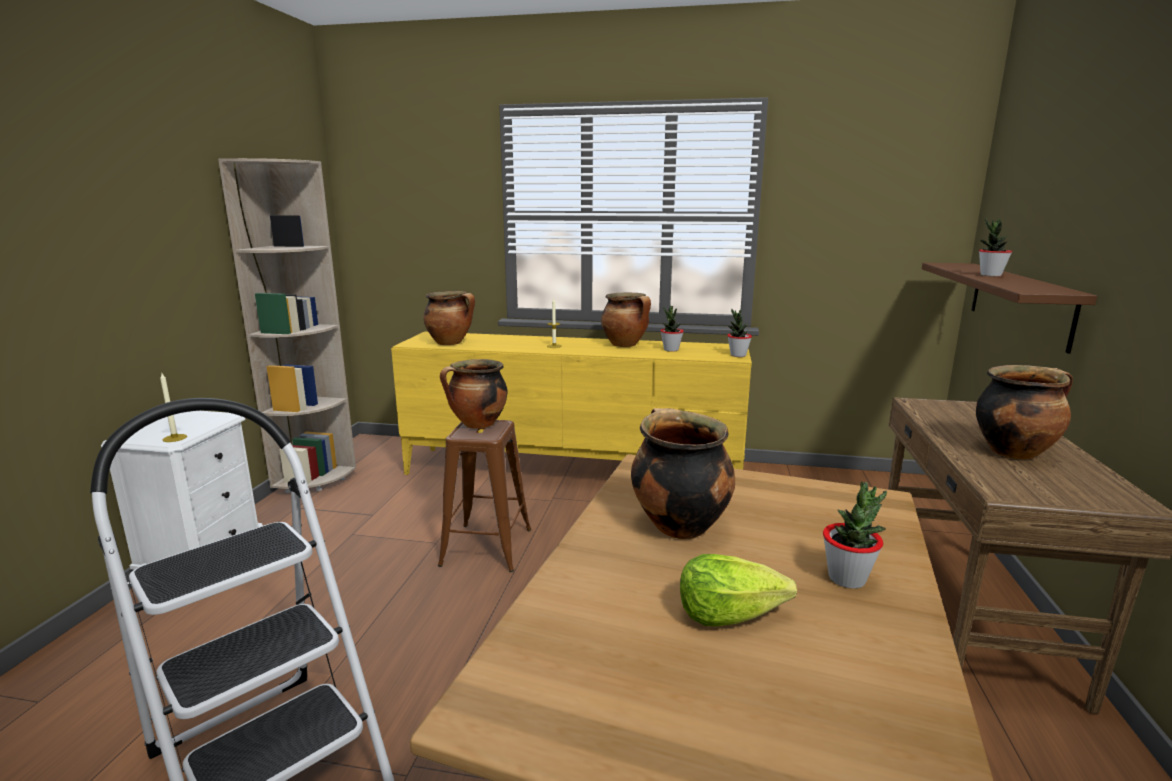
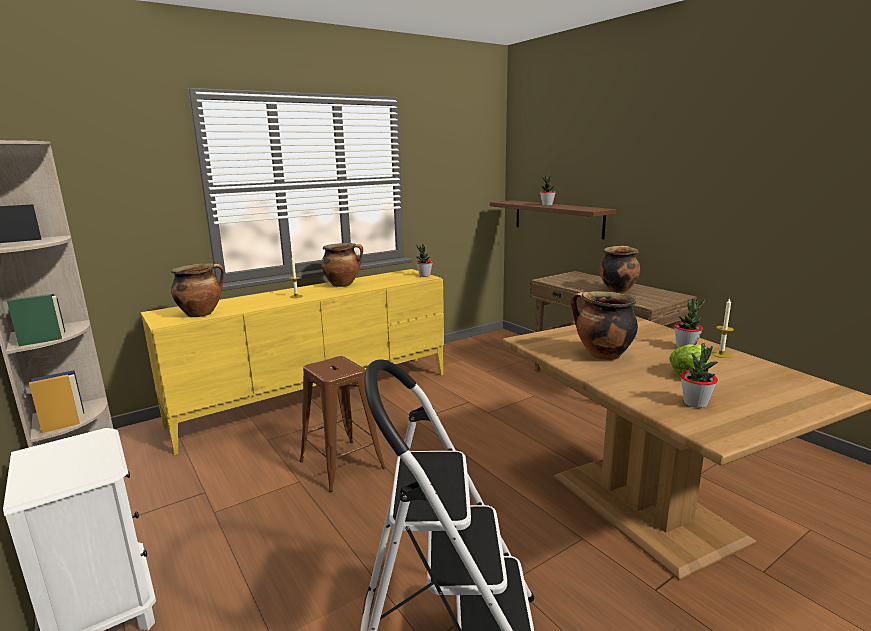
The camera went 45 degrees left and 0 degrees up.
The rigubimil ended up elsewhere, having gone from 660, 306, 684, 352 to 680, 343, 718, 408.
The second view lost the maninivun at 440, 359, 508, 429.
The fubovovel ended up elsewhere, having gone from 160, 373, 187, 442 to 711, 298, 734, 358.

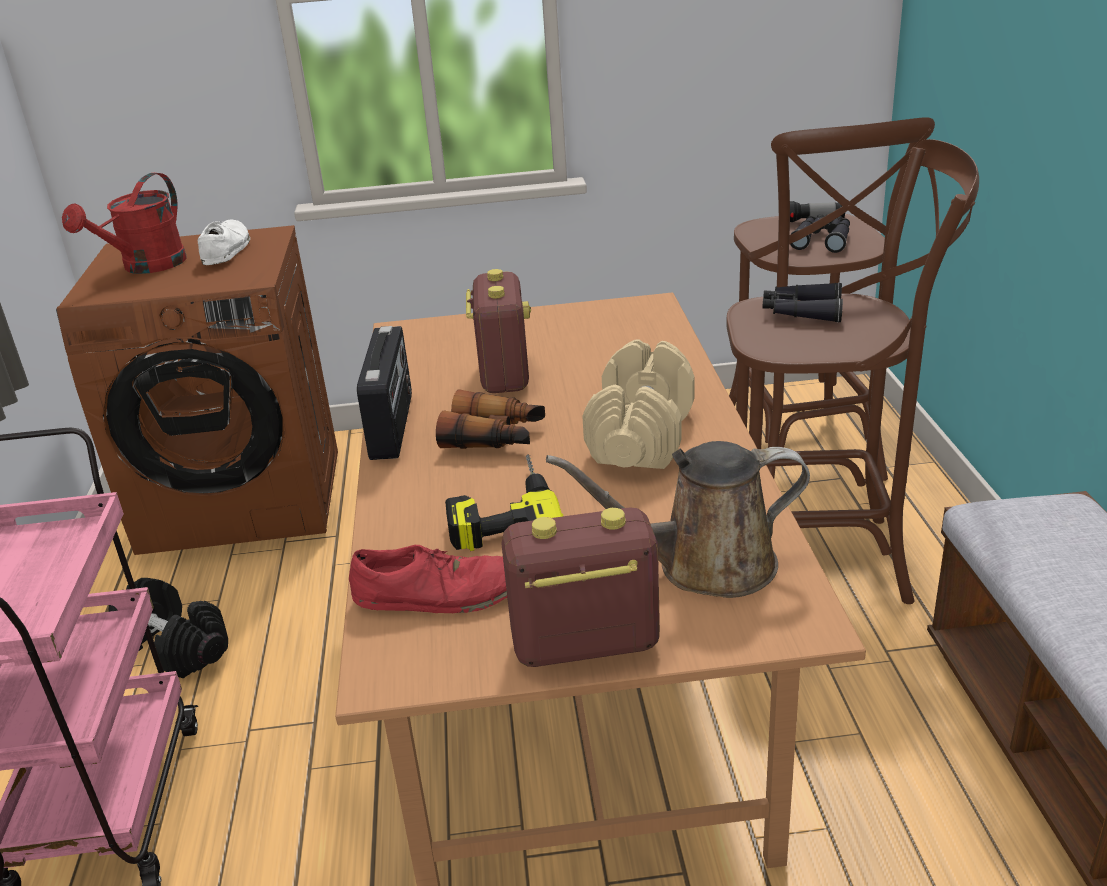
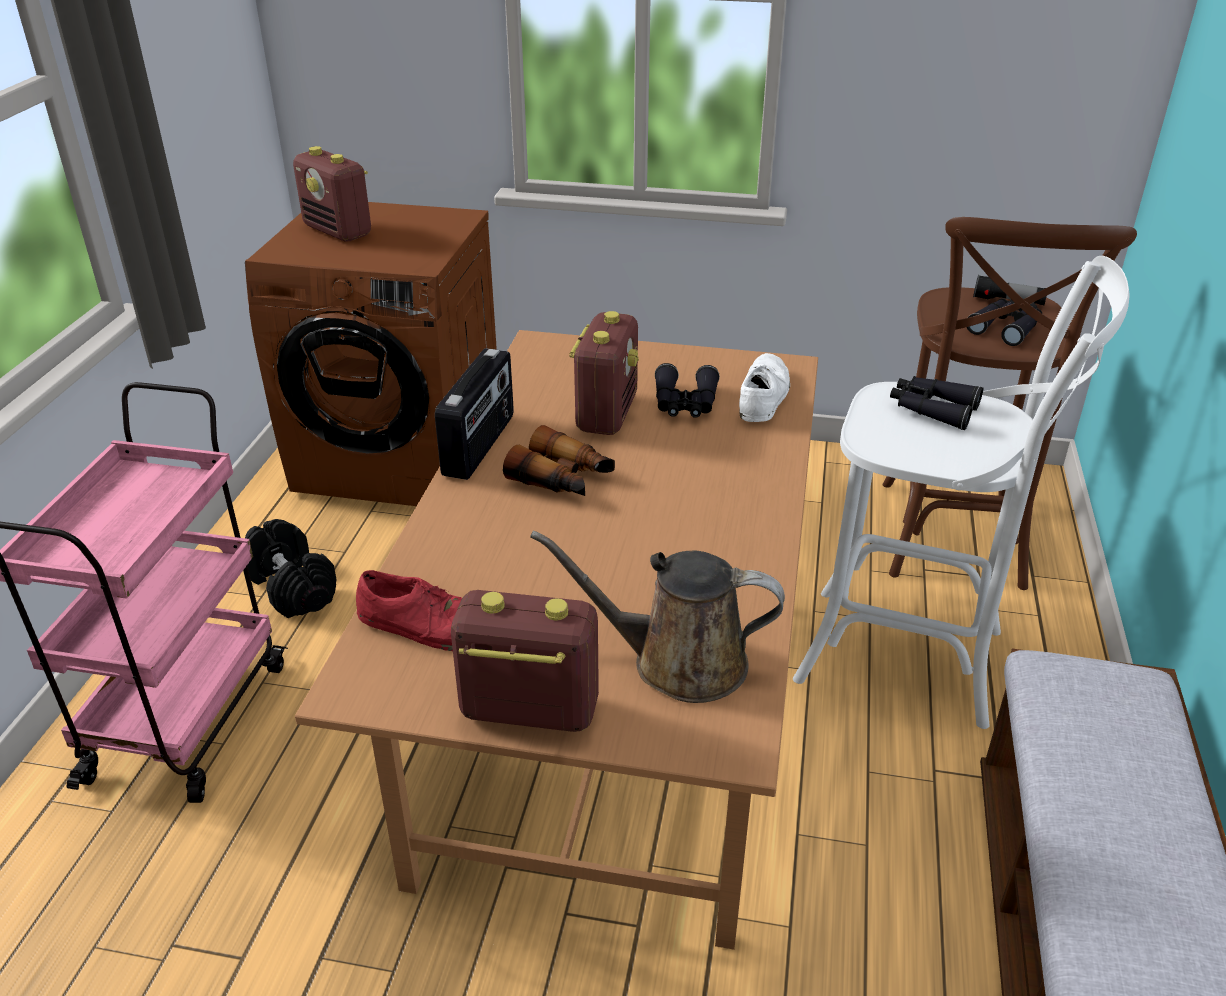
The camera went 15 degrees right and 5 degrees up.
What was the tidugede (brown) at 727, 139, 979, 604 turned into the tidugede (white) at 793, 256, 1129, 729.
Where the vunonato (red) stood at 62, 173, 187, 274, the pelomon came to stand at 293, 146, 371, 241.
The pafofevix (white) ended up elsewhere, having gone from 198, 220, 250, 265 to 739, 353, 790, 422.
The second view lost the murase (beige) at 582, 340, 694, 469.
The second view lost the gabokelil at 445, 455, 563, 551.
The second view gained the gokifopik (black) at 655, 363, 720, 418.

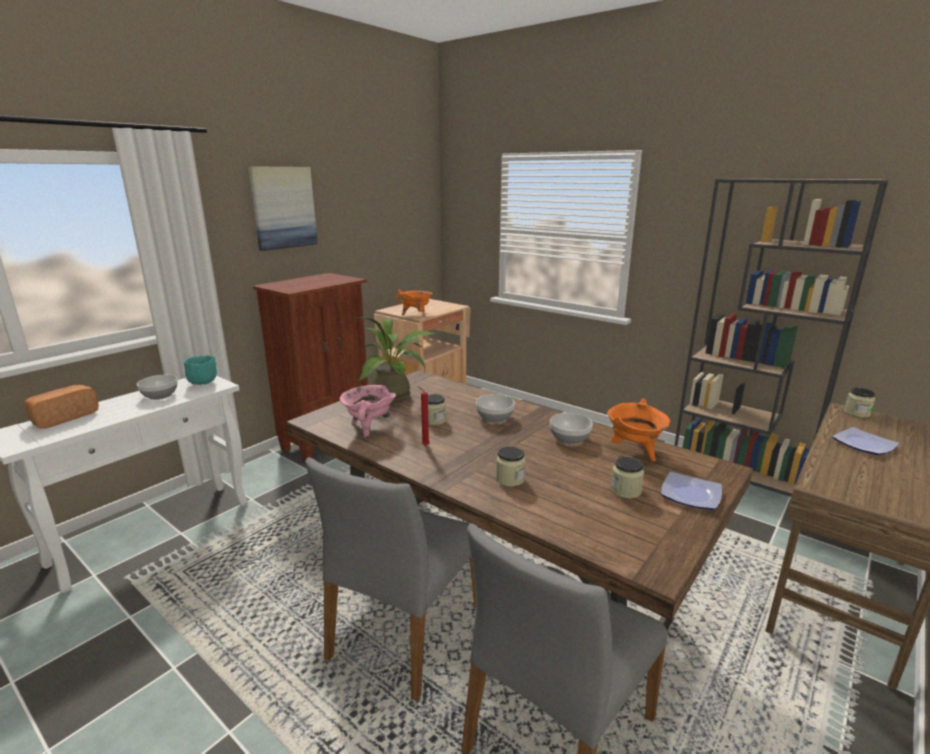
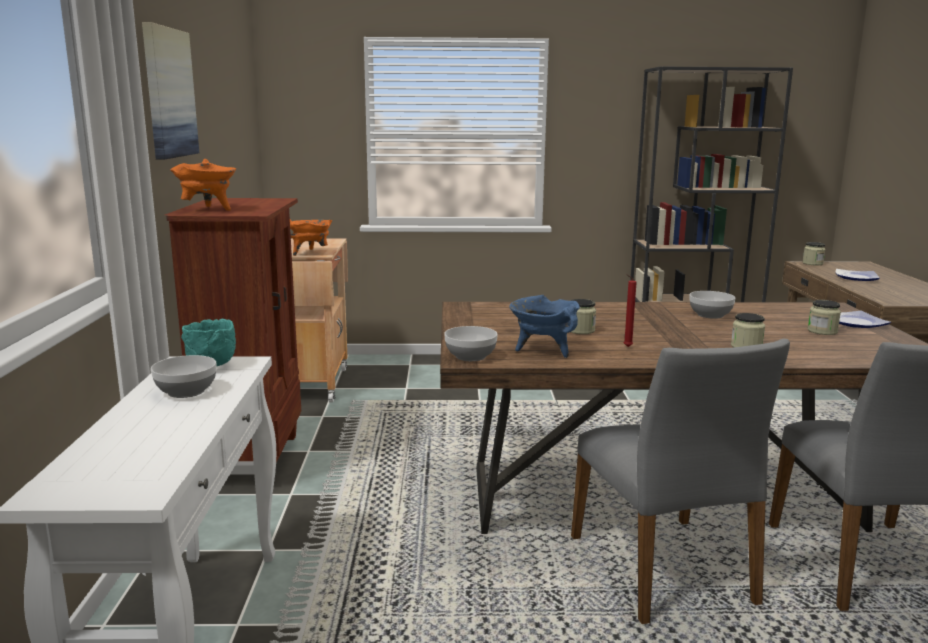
The camera went 40 degrees left and 5 degrees down.
The second view lost the rigubimil at 354, 317, 436, 403.
The second view lost the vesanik at 24, 385, 99, 429.
What was the maninivun (pink) at 340, 385, 396, 440 turned into the maninivun (blue) at 509, 295, 580, 358.
The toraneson ended up elsewhere, having gone from 476, 394, 515, 423 to 444, 326, 498, 361.
The maninivun (orange) ended up elsewhere, having gone from 607, 399, 670, 462 to 171, 159, 236, 211.

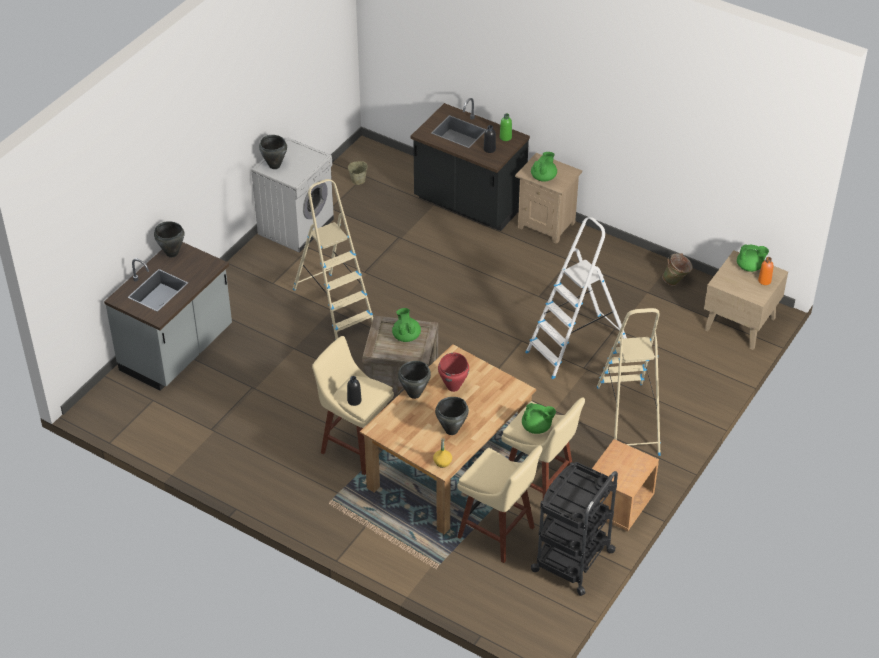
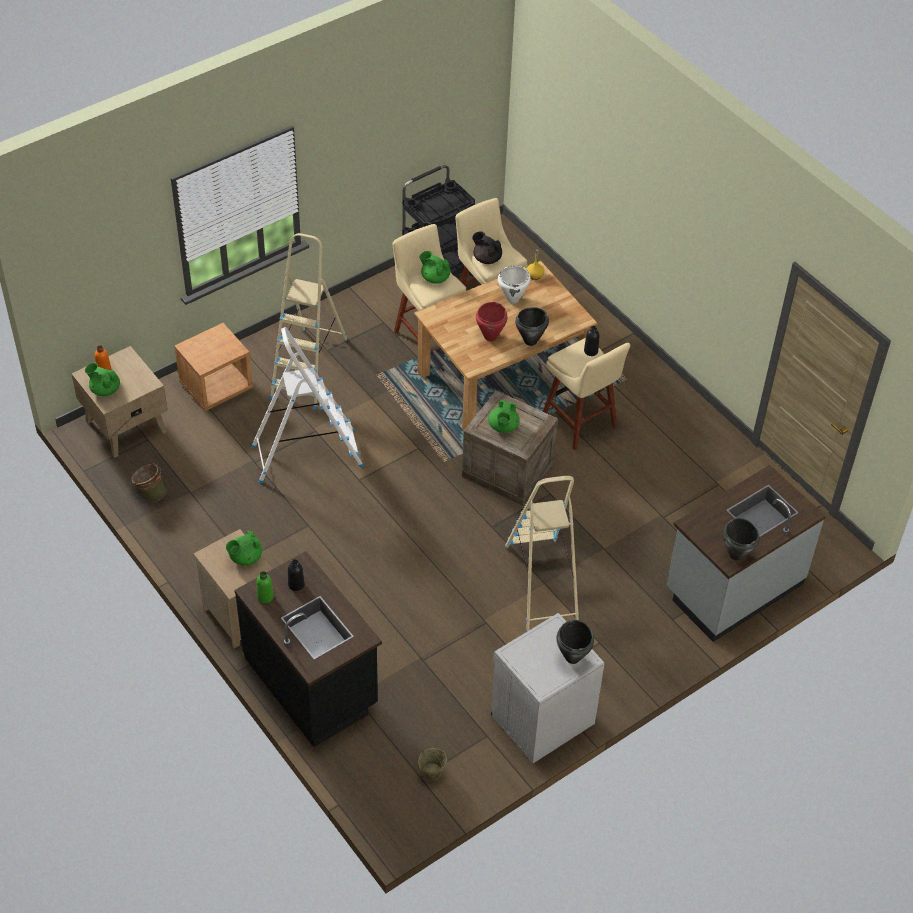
The camera went 160 degrees left and 5 degrees up.
What was the maninivun (black) at 435, 397, 469, 435 turned into the maninivun (white) at 498, 266, 531, 303.
The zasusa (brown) ended up elsewhere, having gone from 592, 439, 659, 531 to 174, 323, 253, 411.
The second view gained the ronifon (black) at 472, 232, 502, 264.

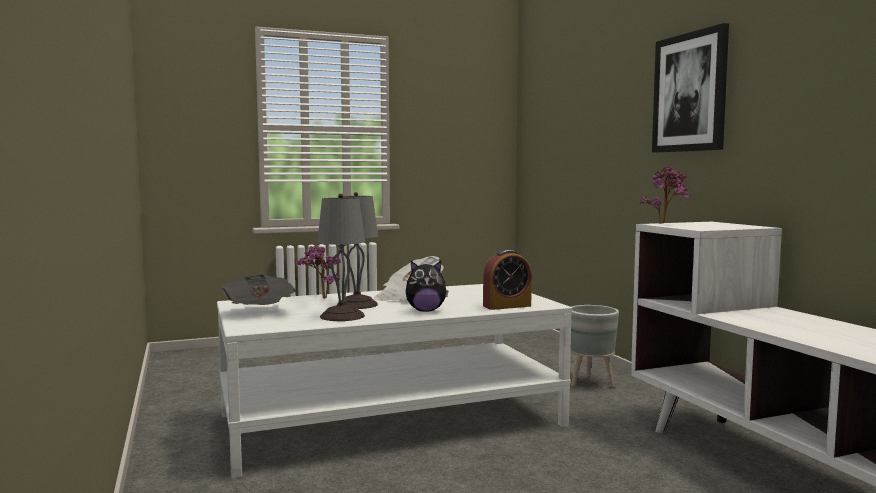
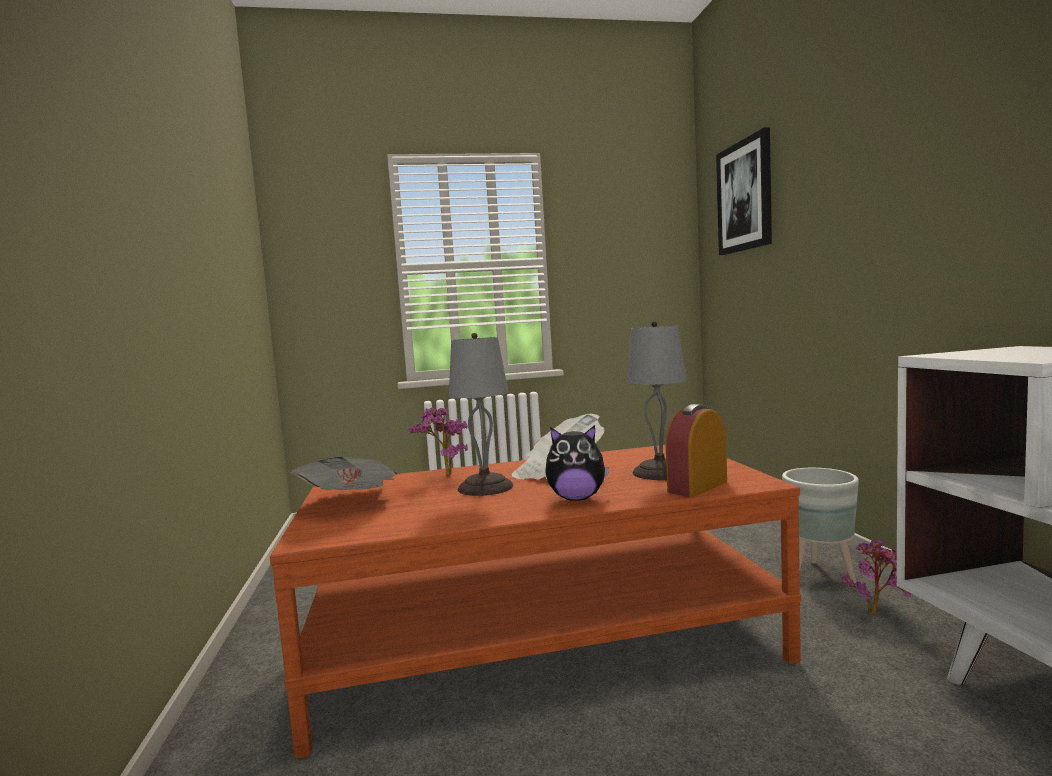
The camera went 10 degrees right and 0 degrees up.
The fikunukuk ended up elsewhere, having gone from 652, 23, 729, 152 to 716, 127, 772, 255.
The rigubimil ended up elsewhere, having gone from 640, 167, 690, 224 to 840, 539, 912, 614.
The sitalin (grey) ended up elsewhere, having gone from 317, 194, 365, 321 to 627, 321, 687, 480.
The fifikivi at 483, 249, 532, 310 ended up facing another way, 150 degrees clockwise from before.
What was the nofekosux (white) at 217, 284, 572, 478 turned into the nofekosux (brown) at 270, 445, 801, 759.

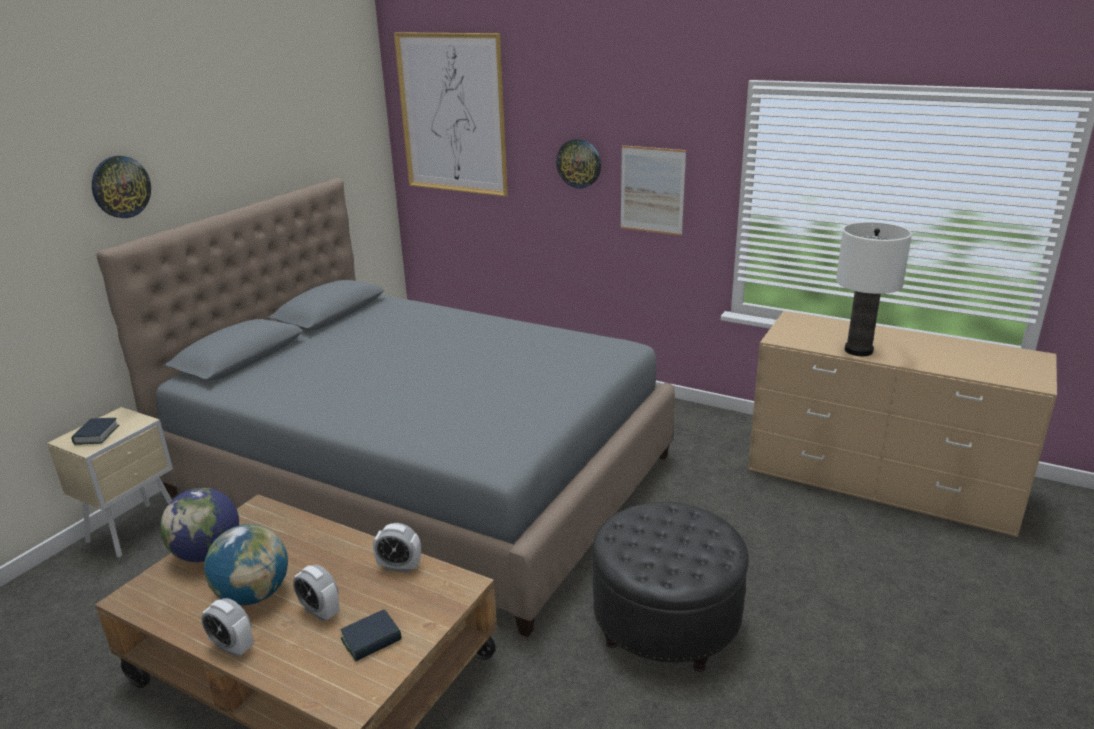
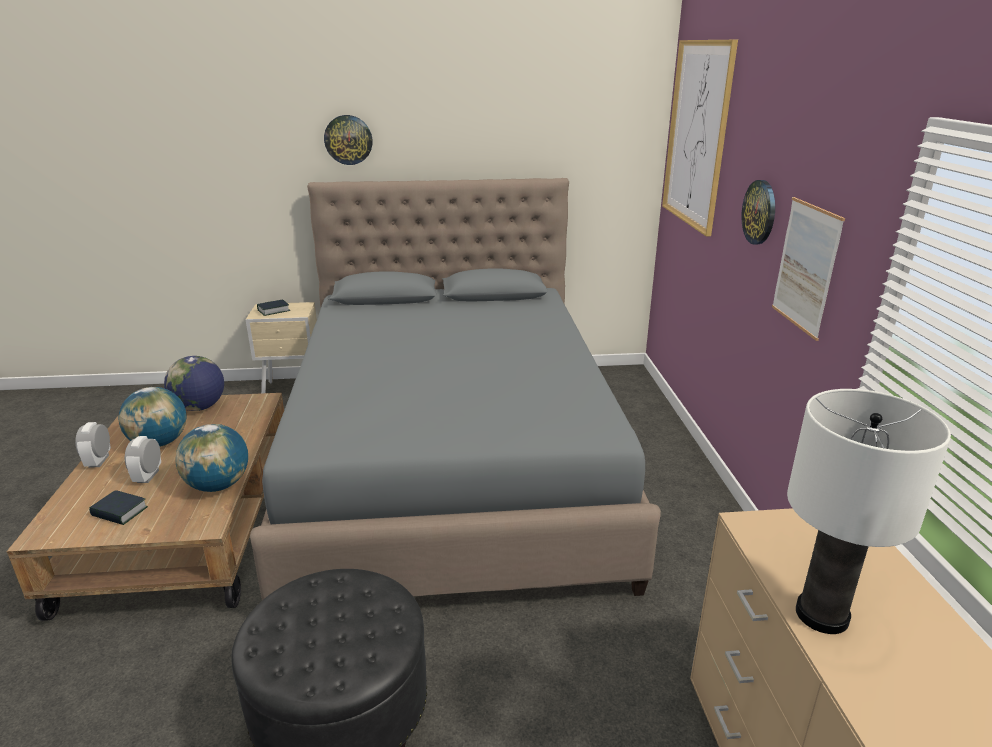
The camera went 55 degrees right and 0 degrees up.
Where the fifikivi stood at 373, 523, 421, 573, the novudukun came to stand at 175, 424, 248, 492.

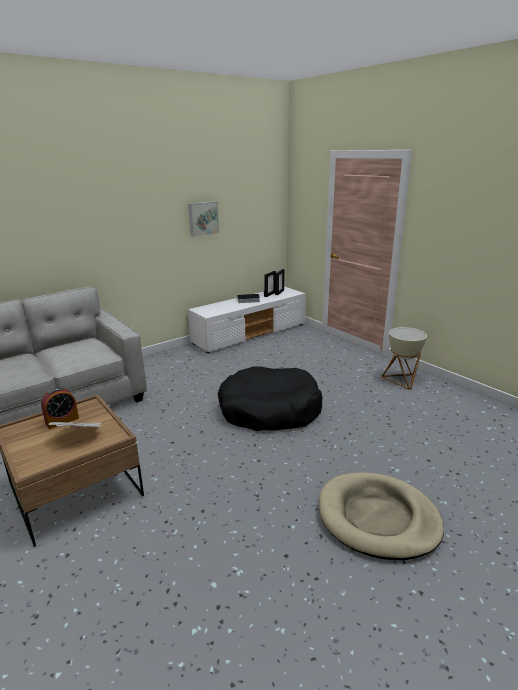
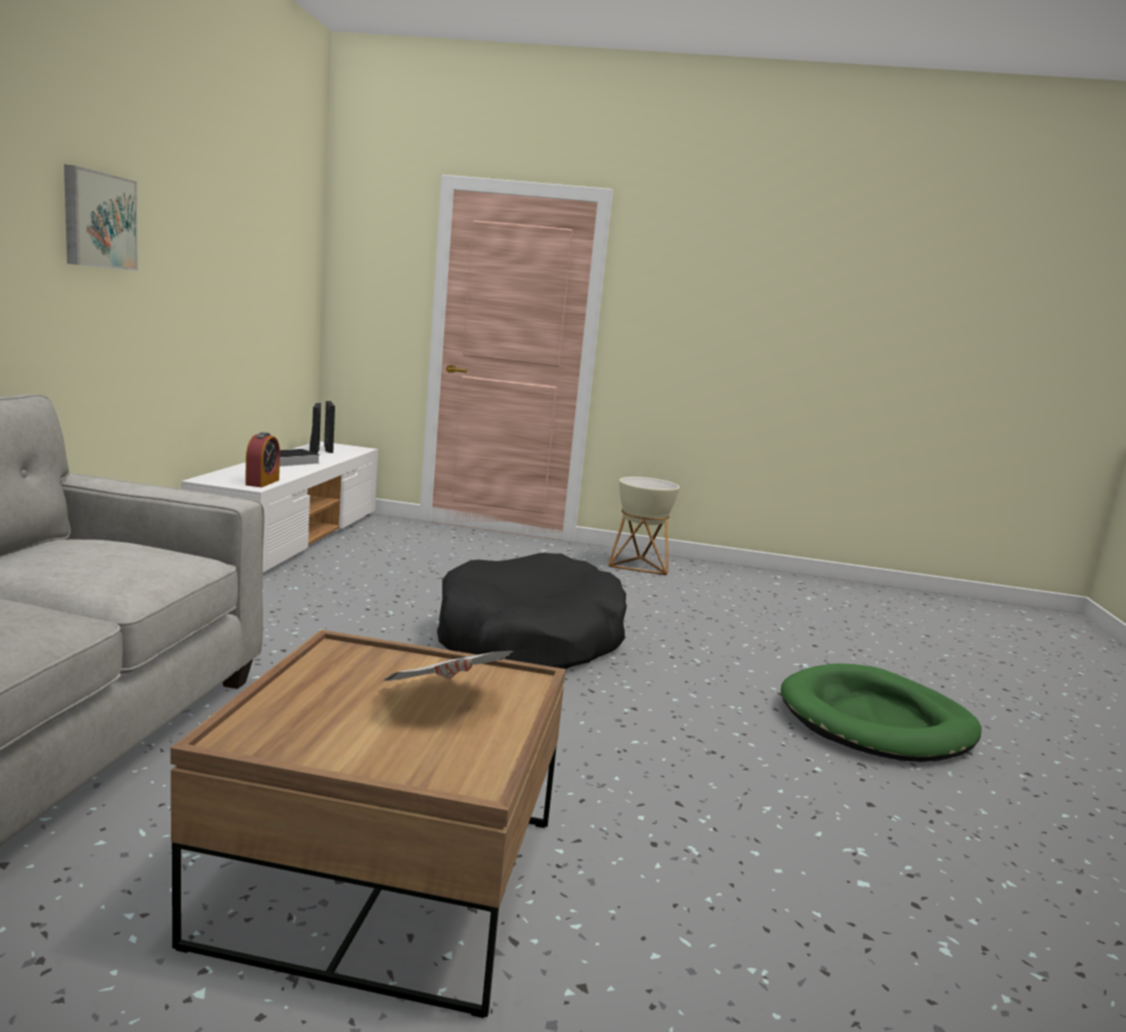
The camera went 45 degrees left and 10 degrees down.
The fikunukuk ended up elsewhere, having gone from 188, 201, 219, 237 to 64, 165, 138, 271.
The fifikivi ended up elsewhere, having gone from 41, 387, 79, 429 to 245, 432, 280, 487.
What was the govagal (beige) at 319, 472, 444, 560 turned into the govagal (green) at 781, 663, 982, 762.

